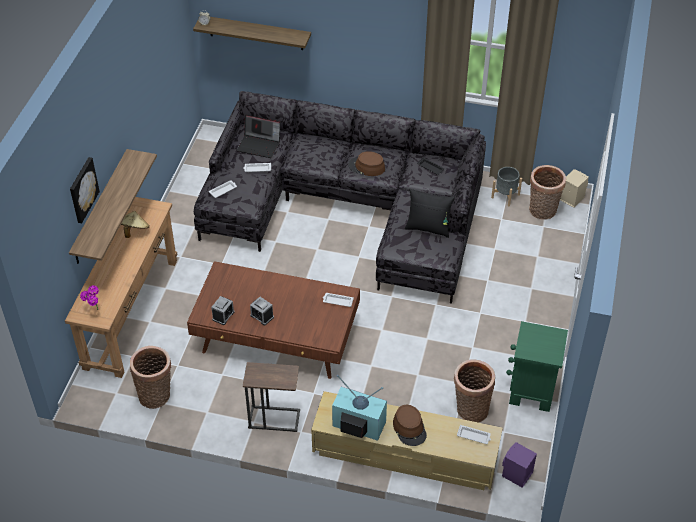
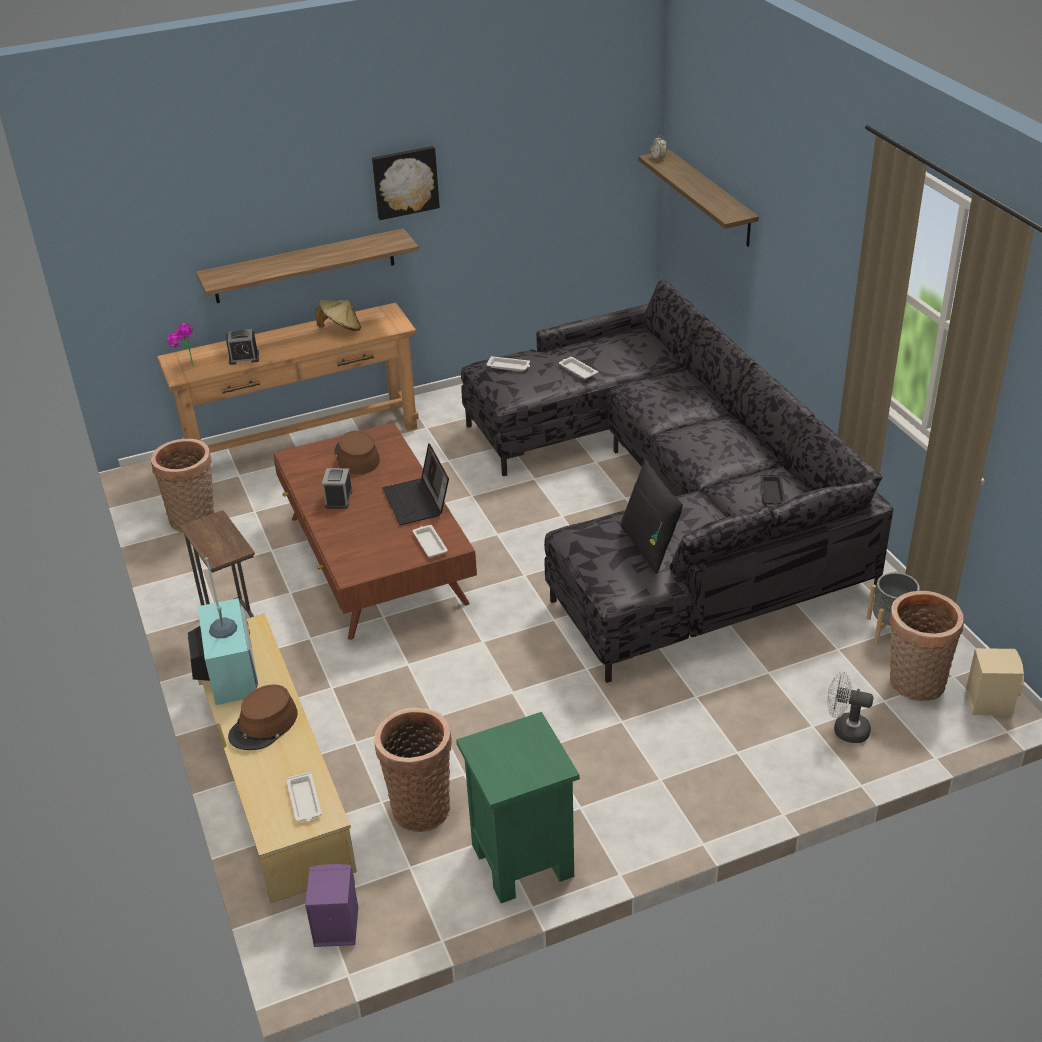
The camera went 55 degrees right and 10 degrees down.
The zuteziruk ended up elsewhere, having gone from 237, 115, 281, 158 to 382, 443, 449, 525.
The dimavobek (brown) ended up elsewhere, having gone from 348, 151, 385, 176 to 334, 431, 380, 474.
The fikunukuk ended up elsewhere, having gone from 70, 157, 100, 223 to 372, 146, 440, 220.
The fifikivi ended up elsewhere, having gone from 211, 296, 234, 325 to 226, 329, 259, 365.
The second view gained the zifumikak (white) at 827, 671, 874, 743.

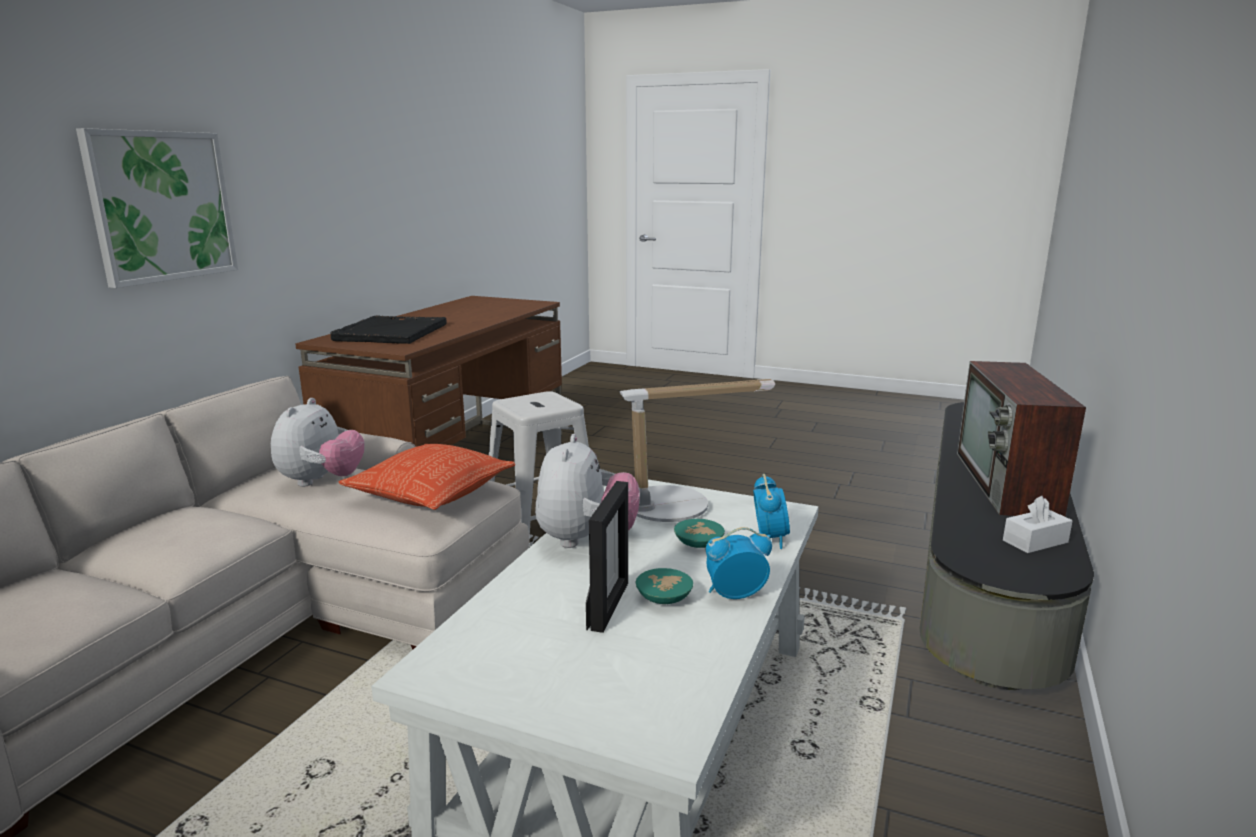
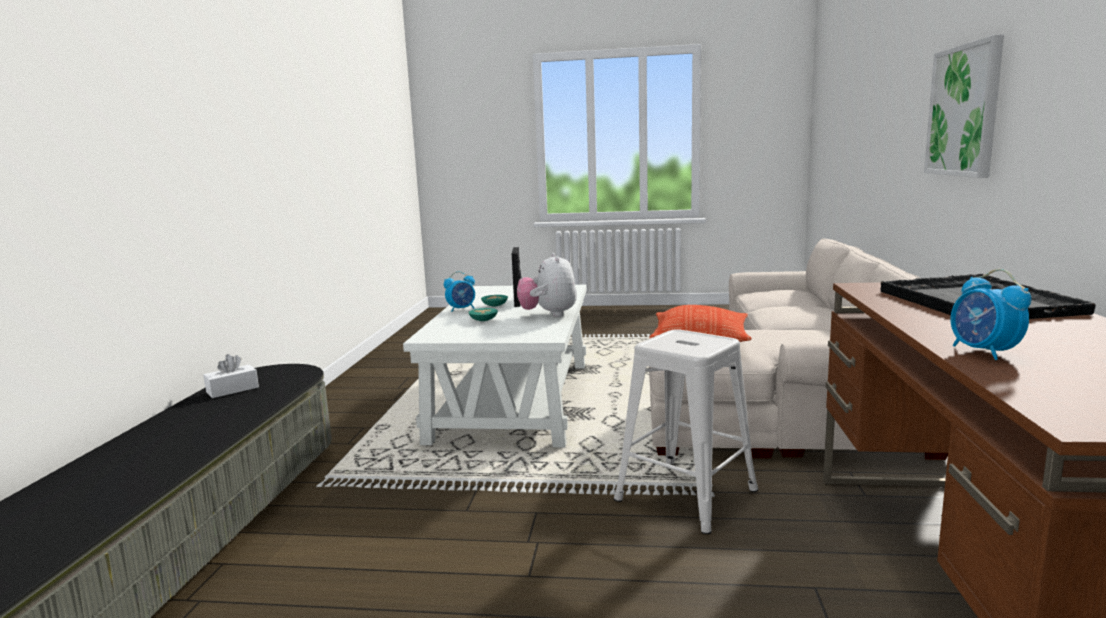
The camera went 165 degrees right and 5 degrees down.
The second view lost the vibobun at 957, 361, 1086, 517.
The second view lost the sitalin at 620, 379, 775, 522.
The second view lost the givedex at 271, 398, 365, 487.
The fifikivi ended up elsewhere, having gone from 753, 474, 790, 549 to 951, 269, 1032, 360.

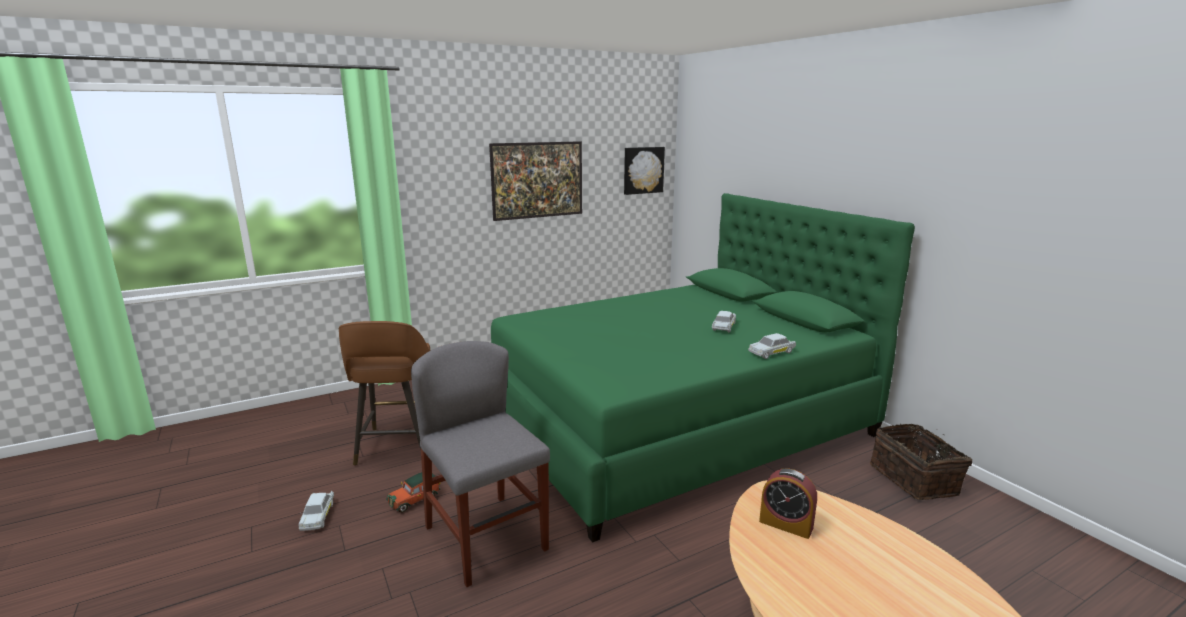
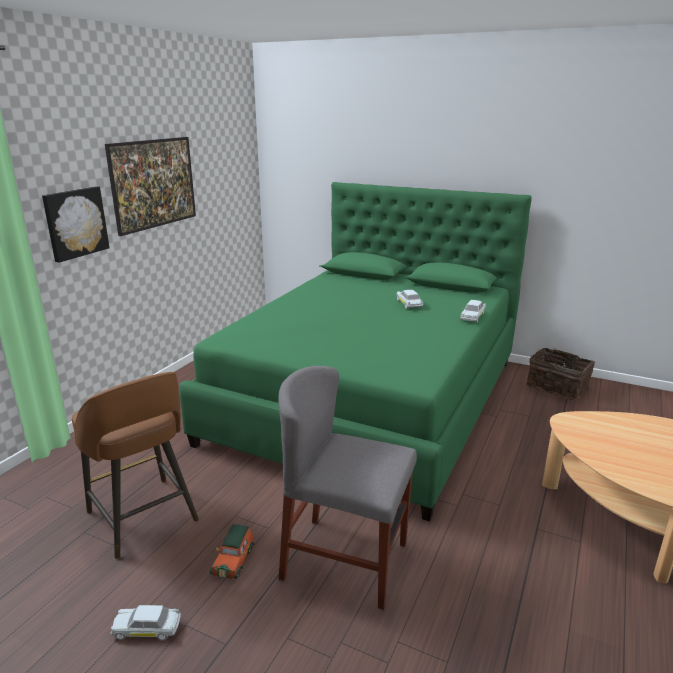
The camera went 35 degrees left and 5 degrees up.
The fikunukuk ended up elsewhere, having gone from 624, 147, 665, 195 to 42, 186, 110, 263.
The second view lost the fifikivi at 759, 468, 817, 539.
The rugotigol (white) at 298, 491, 334, 531 ended up facing another way, 135 degrees clockwise from before.

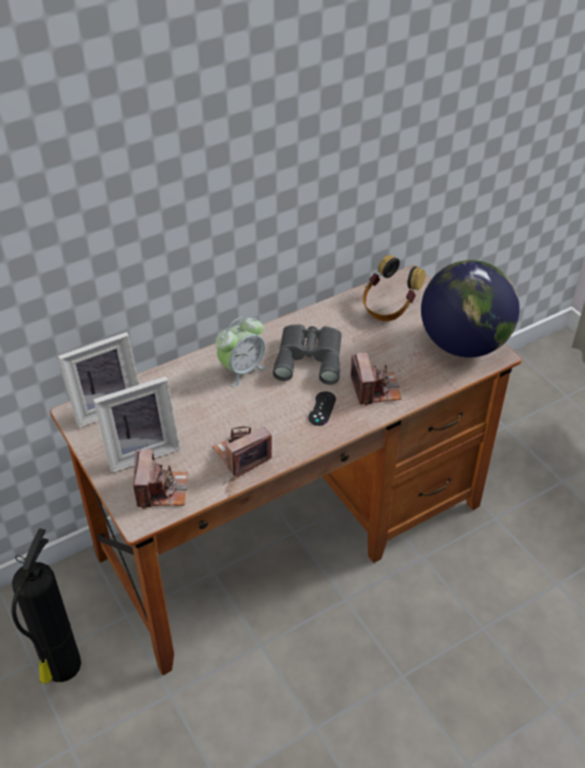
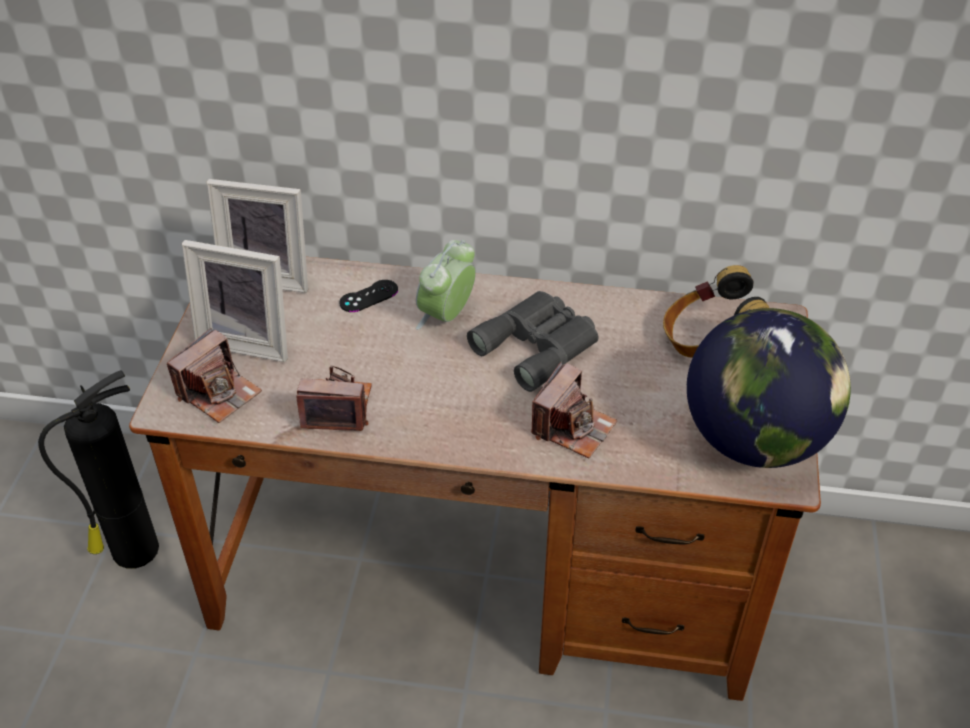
The camera went 40 degrees right and 0 degrees up.
The fifikivi at 216, 317, 267, 387 ended up facing another way, 120 degrees clockwise from before.
The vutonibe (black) ended up elsewhere, having gone from 308, 391, 336, 426 to 339, 280, 398, 312.

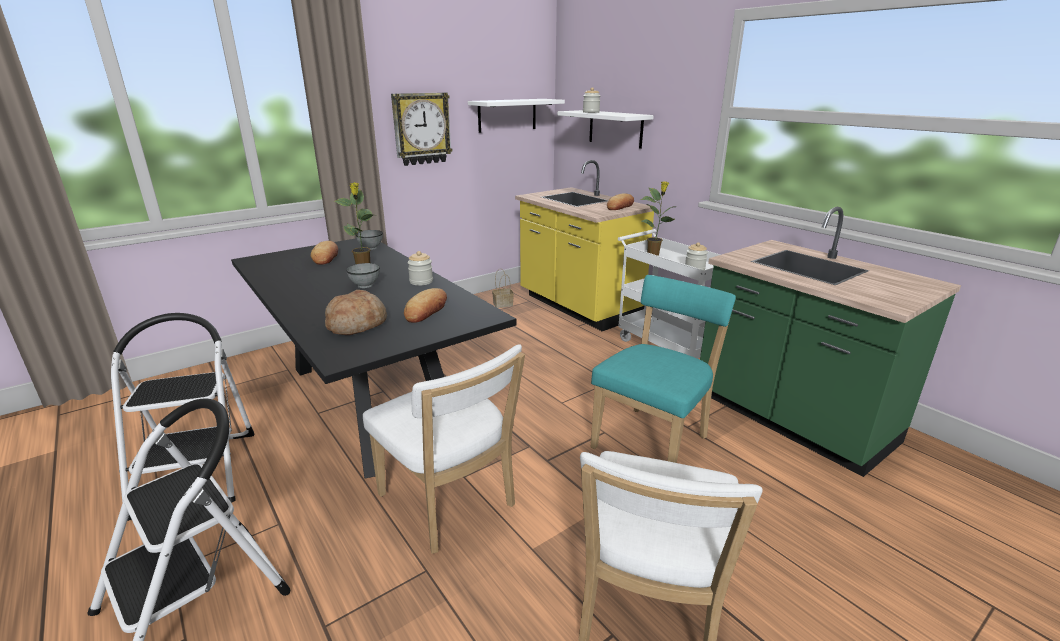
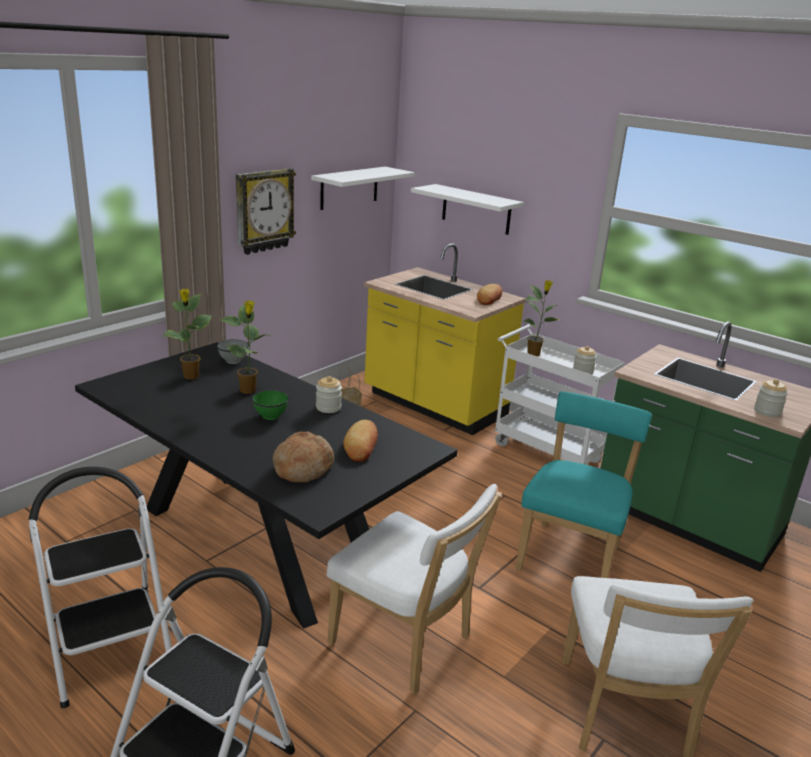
The camera went 15 degrees left and 0 degrees up.
The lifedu ended up elsewhere, having gone from 583, 87, 600, 113 to 754, 379, 788, 417.
Where the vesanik stood at 311, 241, 338, 265, the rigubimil came to stand at 163, 289, 212, 380.
What was the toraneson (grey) at 346, 263, 380, 288 turned into the toraneson (green) at 253, 390, 288, 420.

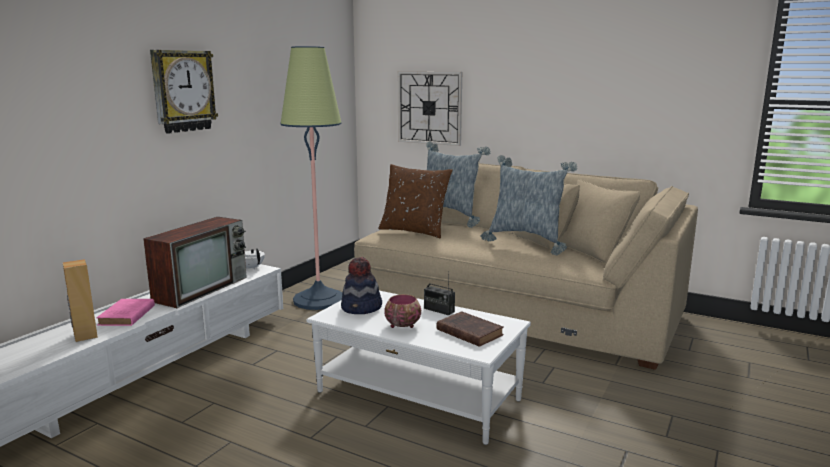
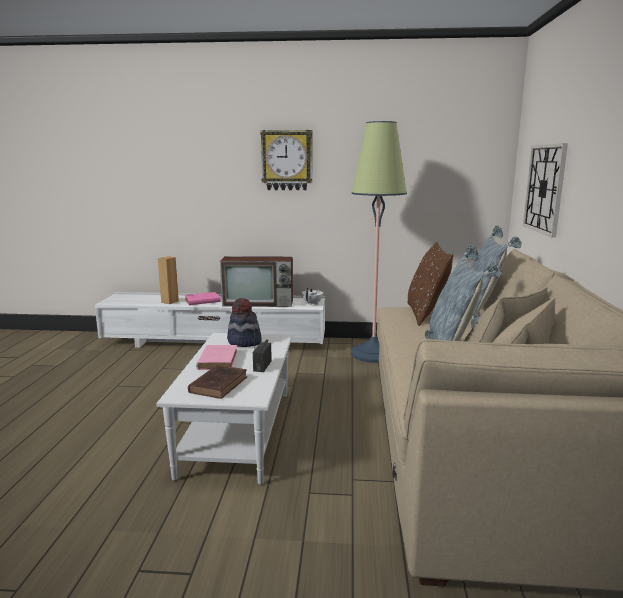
The camera went 65 degrees right and 0 degrees up.
Where the toraneson stood at 384, 294, 421, 328, the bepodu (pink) came to stand at 196, 345, 238, 370.

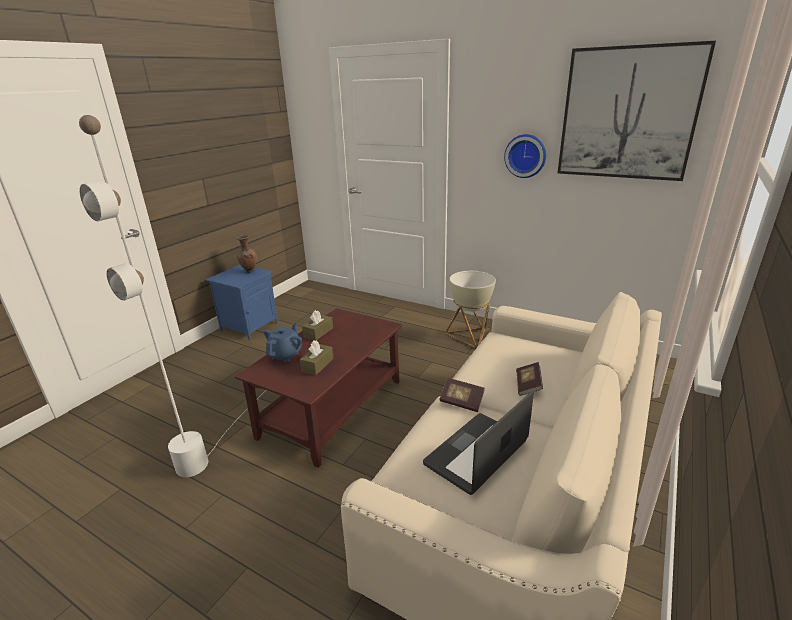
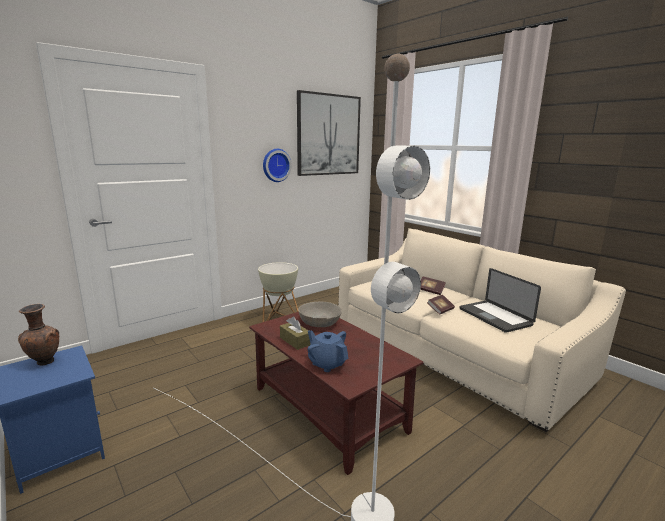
The camera went 70 degrees left and 10 degrees down.
The second view lost the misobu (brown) at 300, 341, 333, 375.
The second view gained the toraneson (grey) at 298, 302, 342, 327.

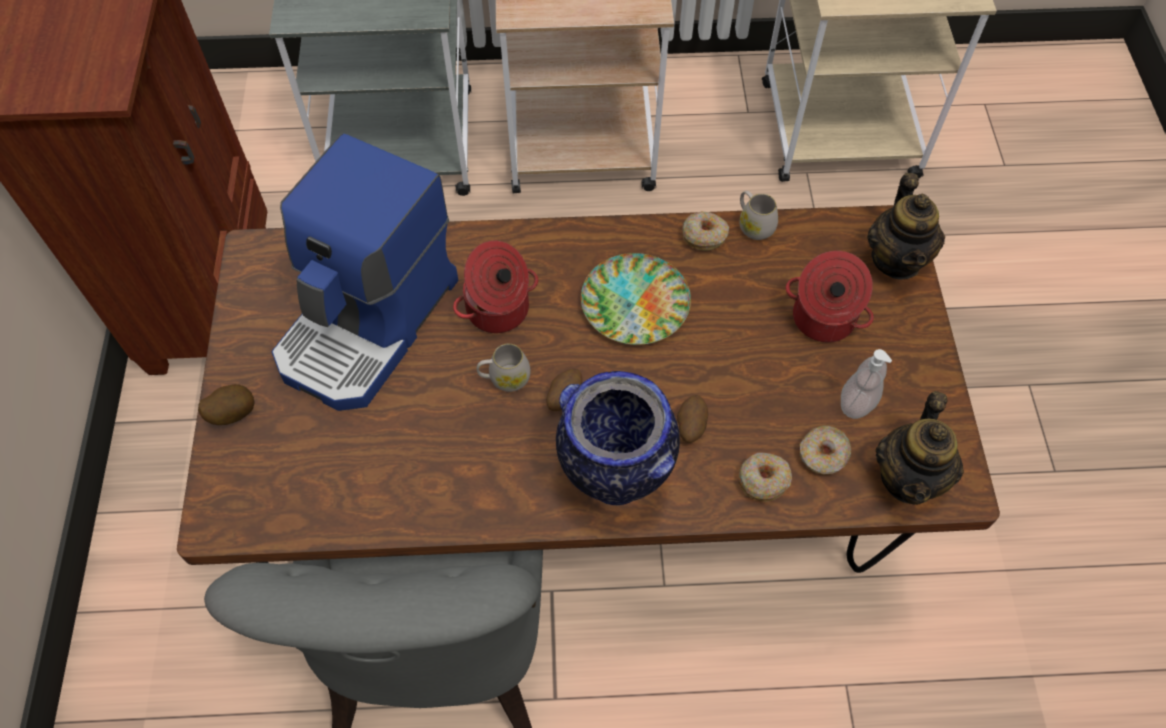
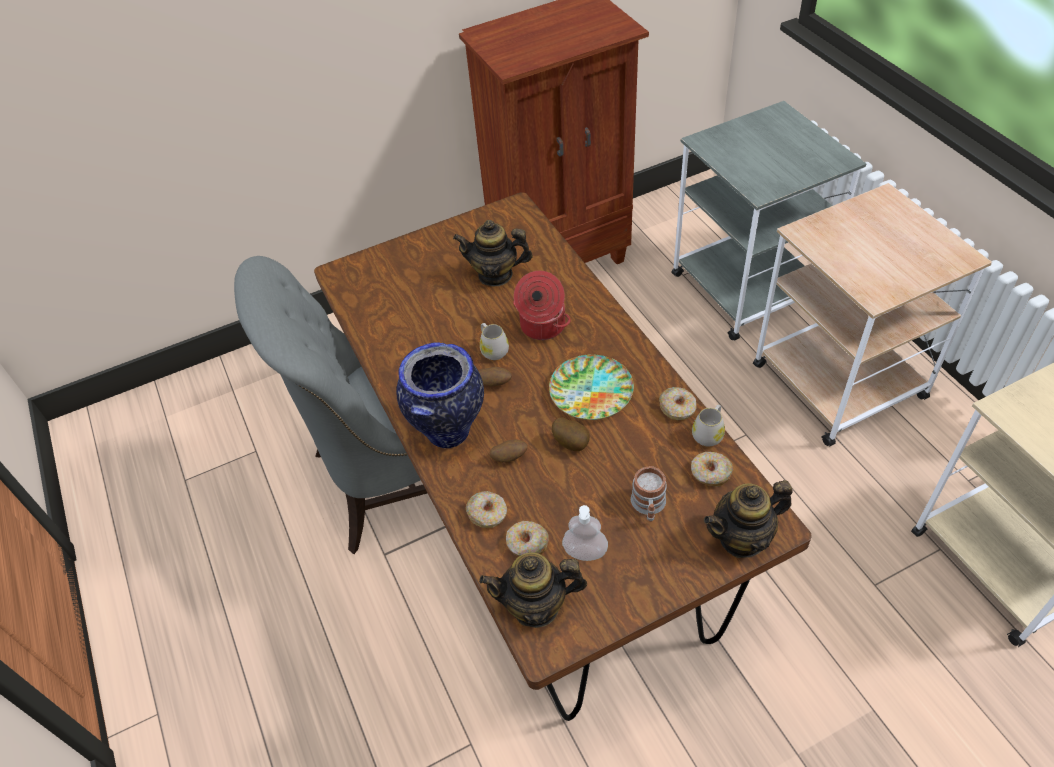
The camera went 70 degrees right and 10 degrees down.
Where the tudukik stood at 272, 133, 459, 411, the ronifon came to stand at 453, 220, 533, 287.
Where the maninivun stood at 786, 251, 874, 342, the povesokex came to stand at 631, 466, 667, 522.
The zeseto ended up elsewhere, having gone from 198, 384, 255, 425 to 552, 417, 590, 451.
The second view gained the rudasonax at 691, 452, 733, 486.

